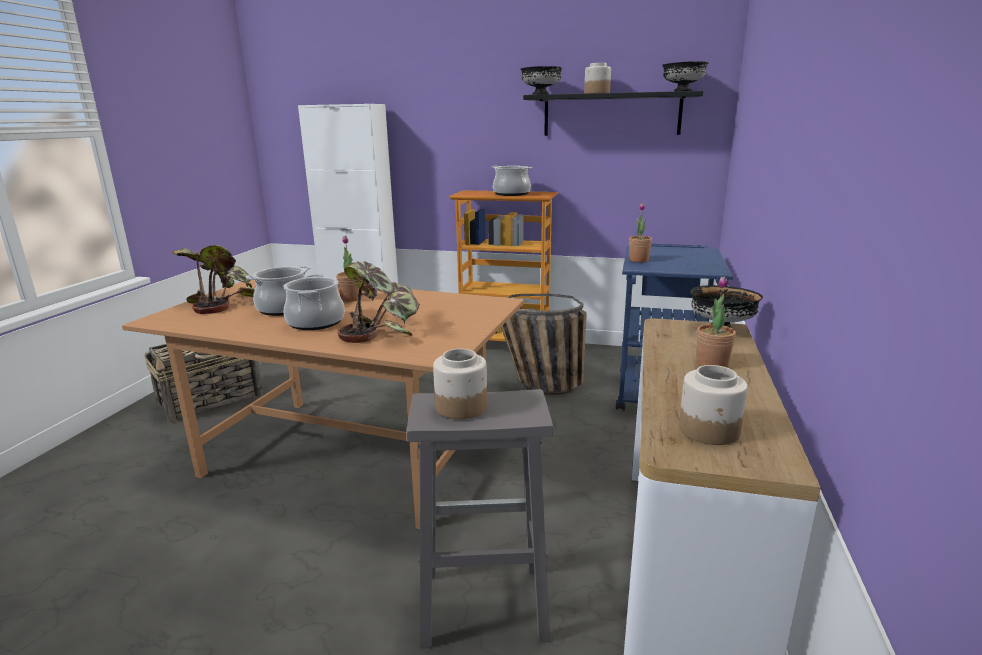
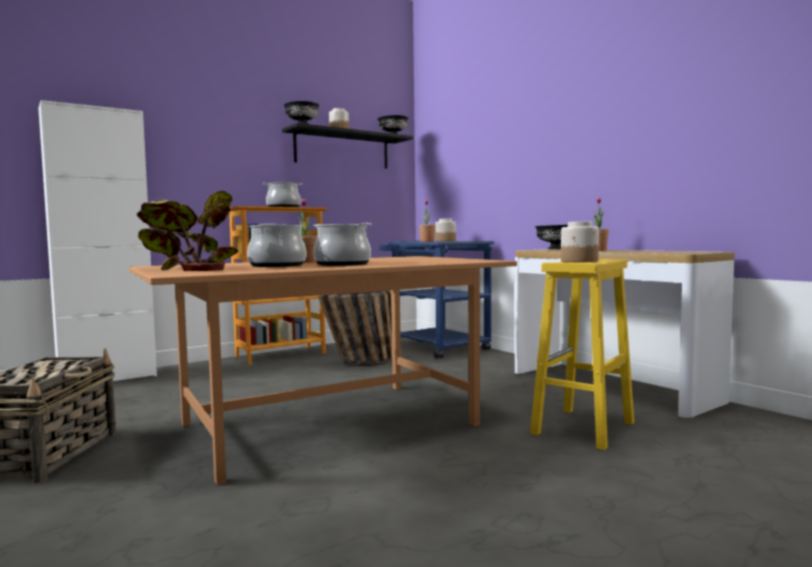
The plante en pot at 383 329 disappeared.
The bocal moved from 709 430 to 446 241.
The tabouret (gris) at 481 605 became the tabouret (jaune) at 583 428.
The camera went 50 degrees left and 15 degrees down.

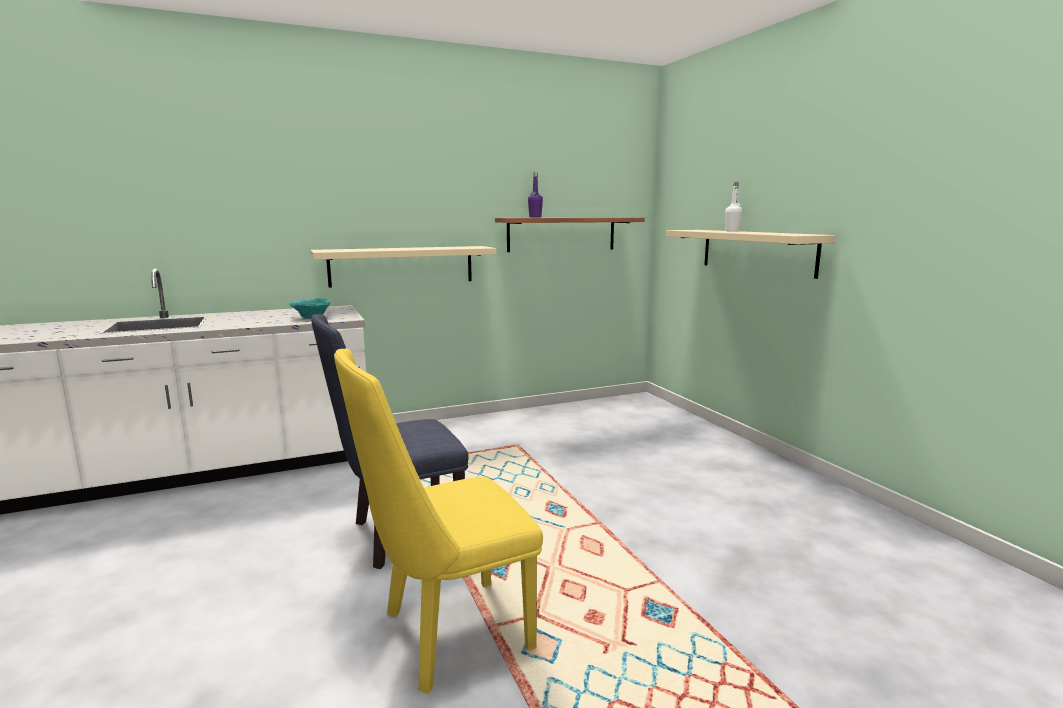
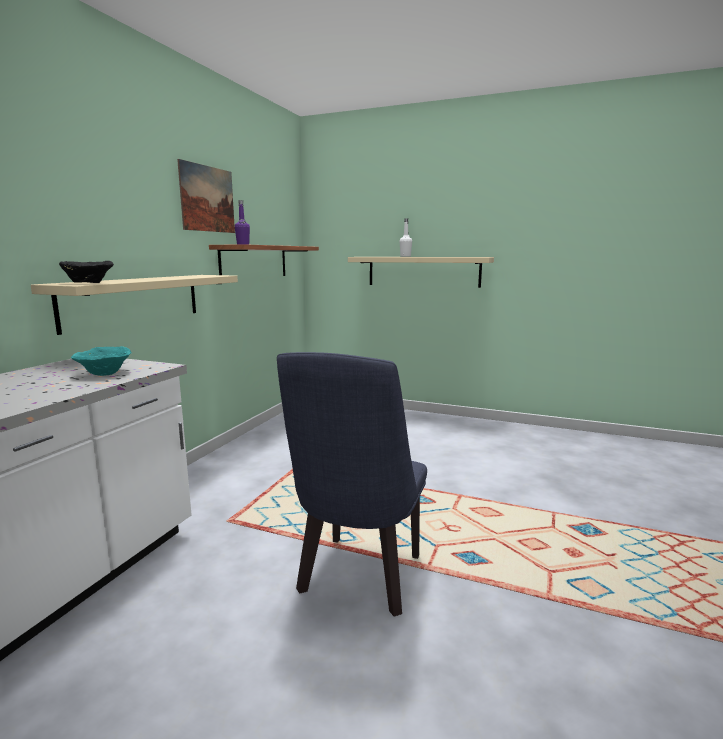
The chaise (jaune) at 444 635 disappeared.
The bol (noir) at 89 283 appeared.
The tableau at 207 199 appeared.
The camera went 45 degrees left and 0 degrees up.

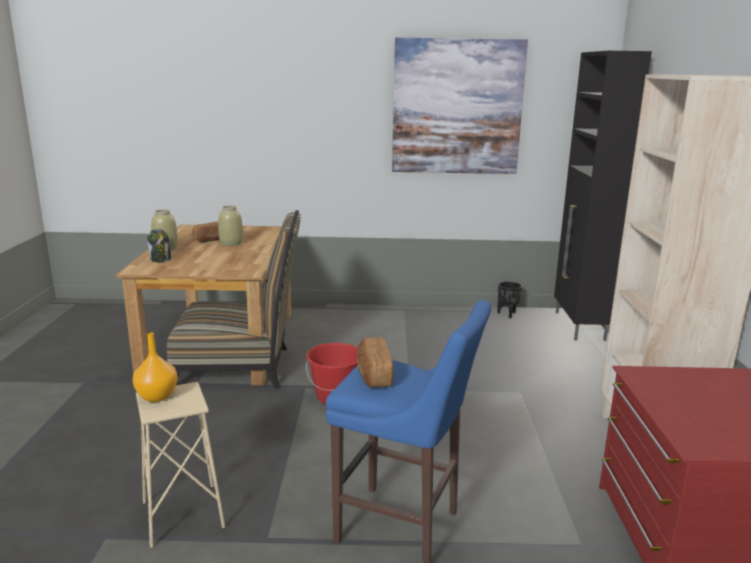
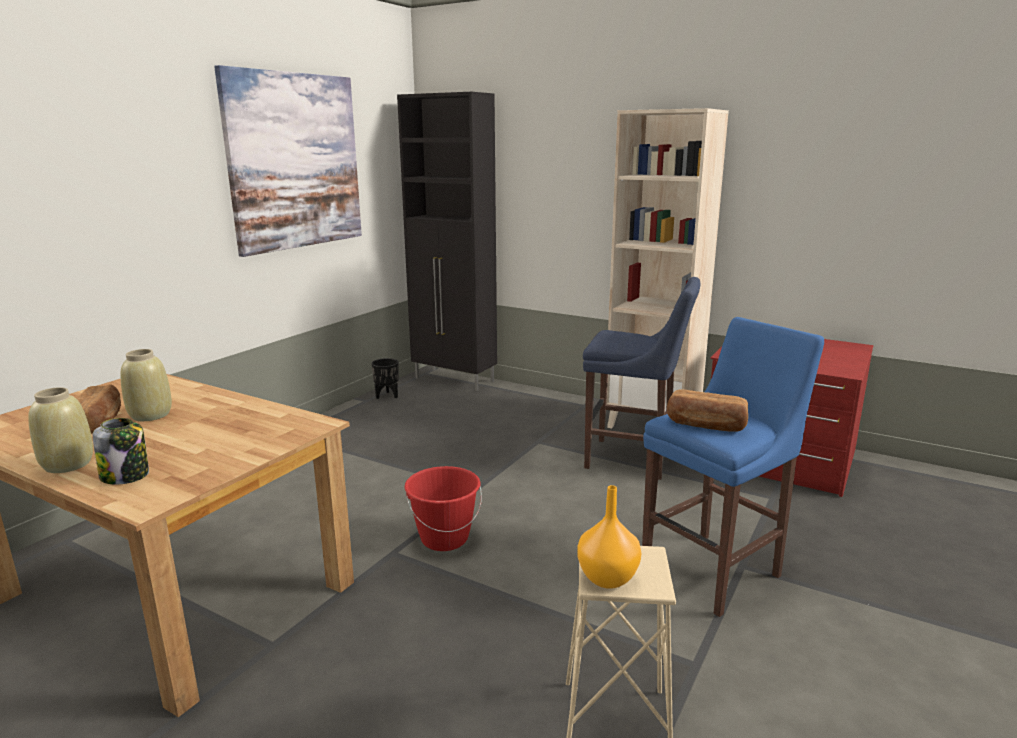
The chaise at 241 367 disappeared.
The tabouret (bleu) at 633 459 appeared.
The camera went 60 degrees left and 0 degrees up.

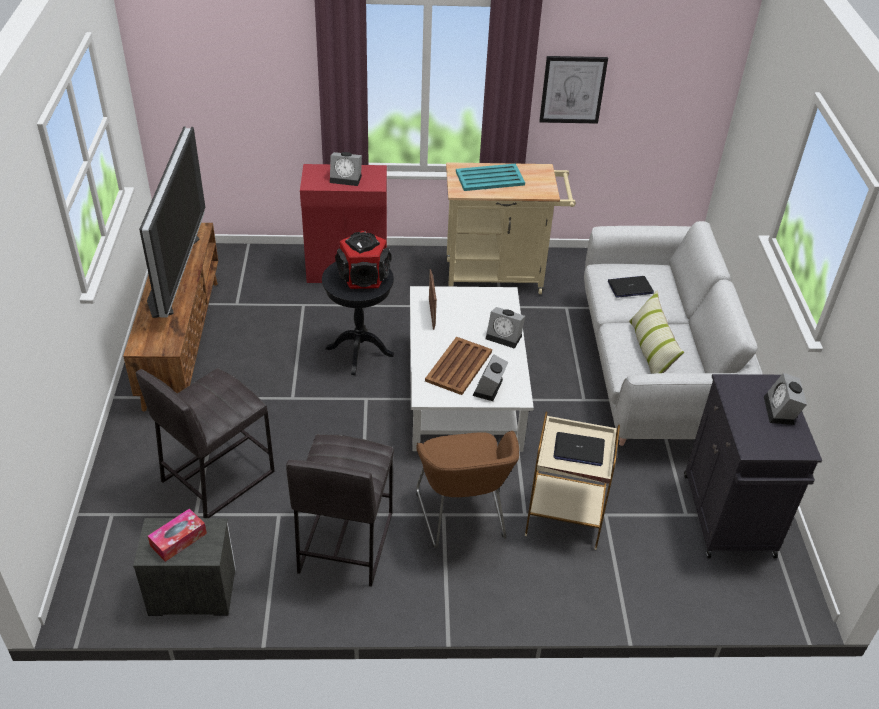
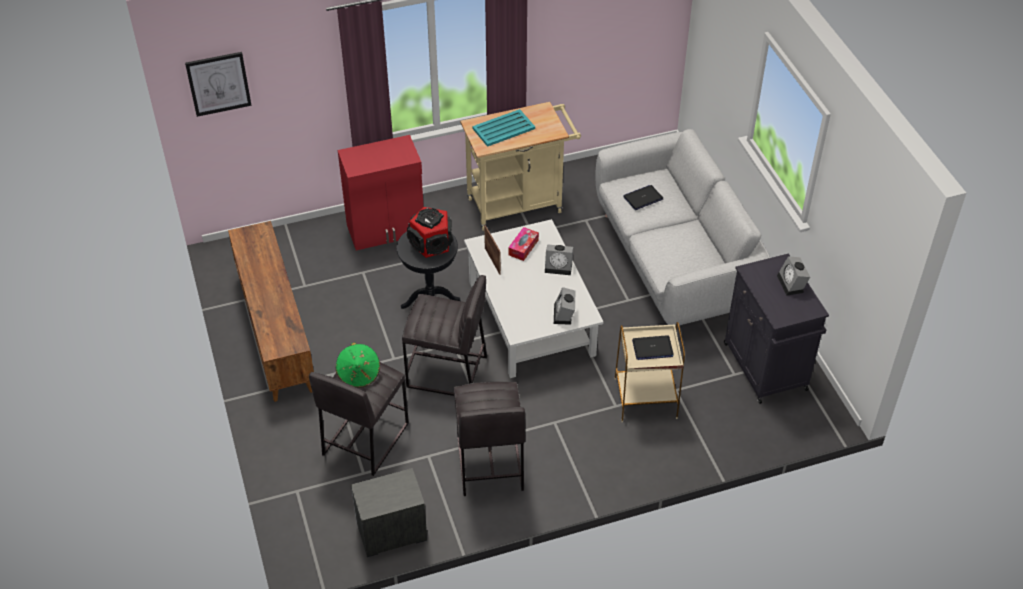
The téléviseur at 175 273 disappeared.
The réveil at 347 178 disappeared.
The fauteuil (marron) at 462 518 disappeared.
The plateau (marron) at 459 366 disappeared.
The coussin at 650 350 disappeared.
The chapeau (vert) at 359 374 appeared.
The tabouret (gris) at 447 372 appeared.
The boîte à mouchoirs moved from 178 539 to 523 247.
The tableau moved from 572 89 to 218 83.
The camera went 15 degrees left and 5 degrees up.

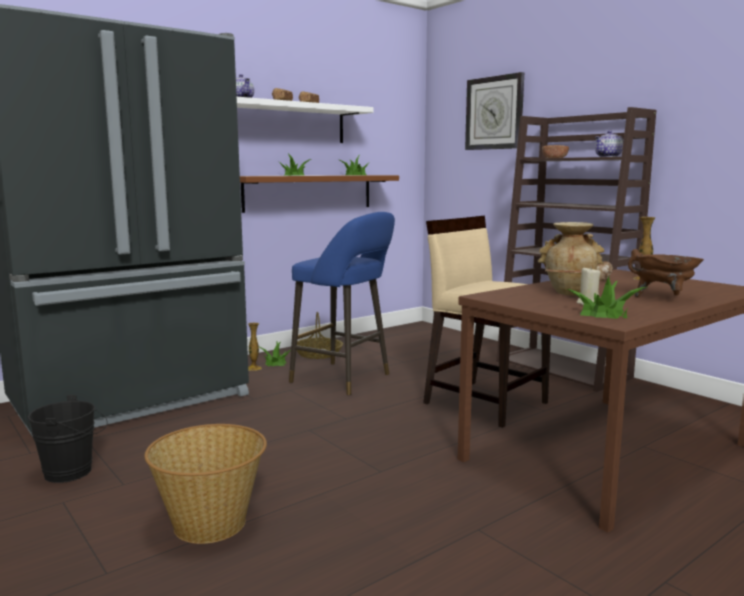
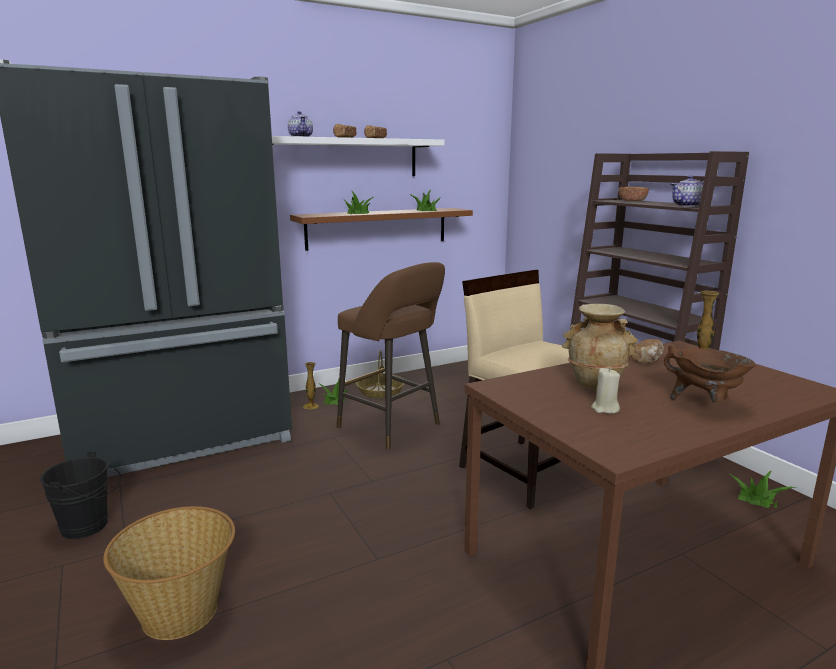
The horloge murale at 494 113 disappeared.
The plante en pot moved from 603 314 to 757 498.
The tabouret (bleu) at 345 379 became the tabouret (marron) at 393 427.
The camera went 10 degrees right and 5 degrees up.

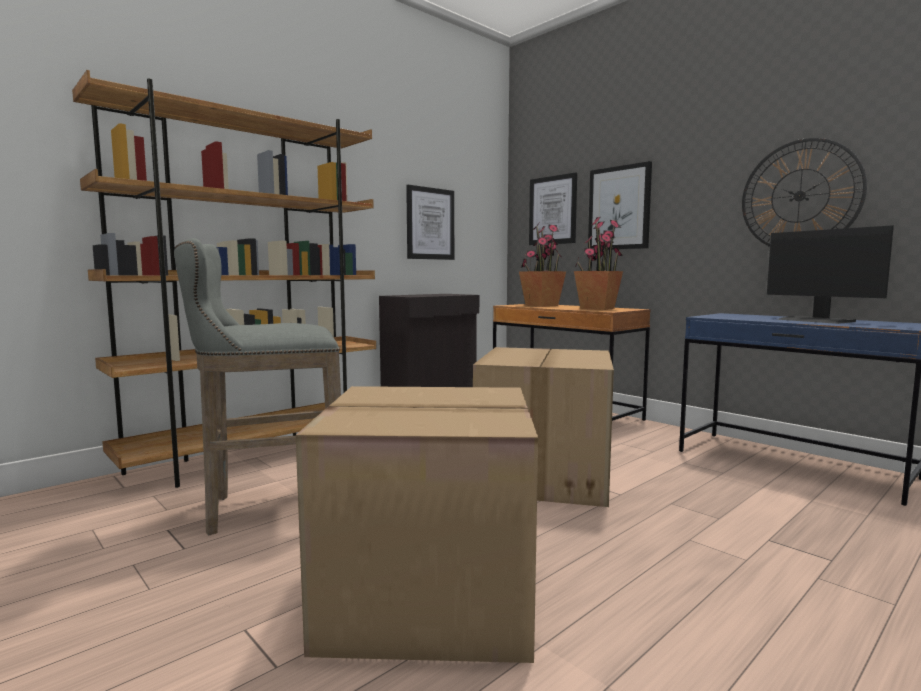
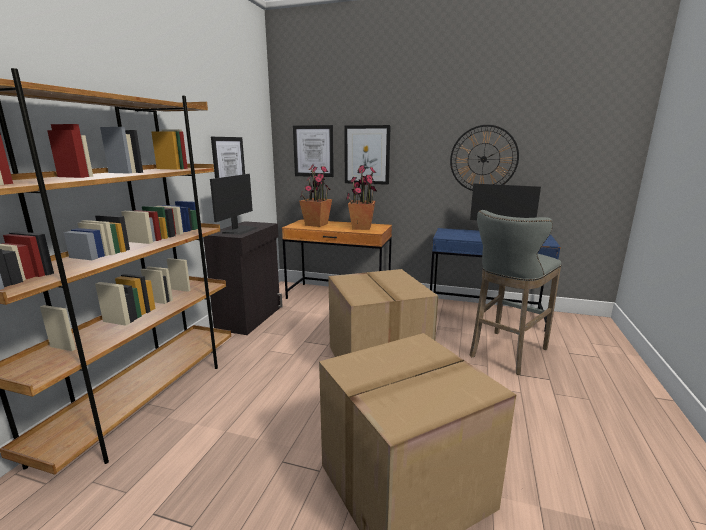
The écran d'ordinateur at 240 230 appeared.
The tabouret (gris) moved from 271 508 to 506 354.
The camera went 30 degrees left and 10 degrees up.

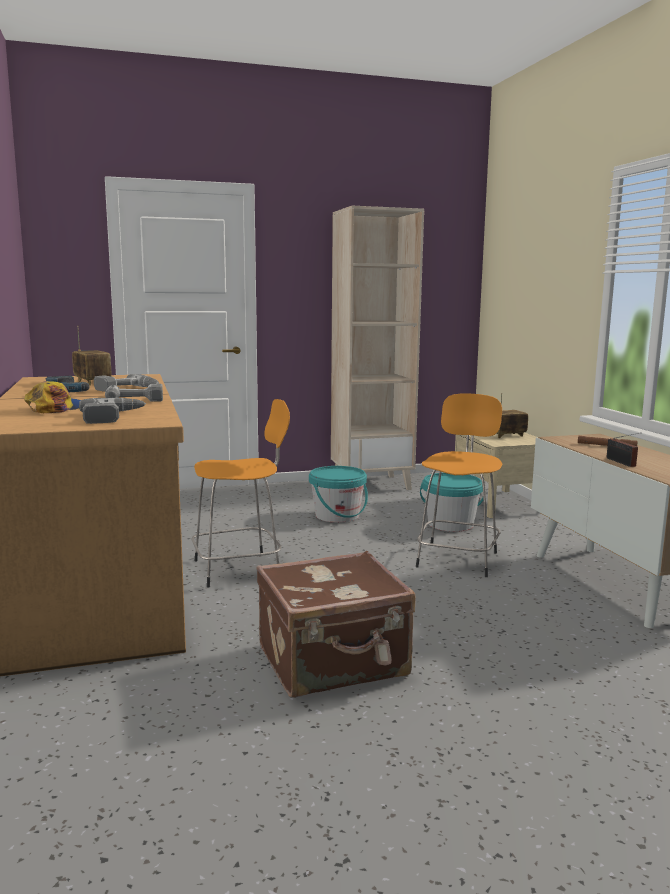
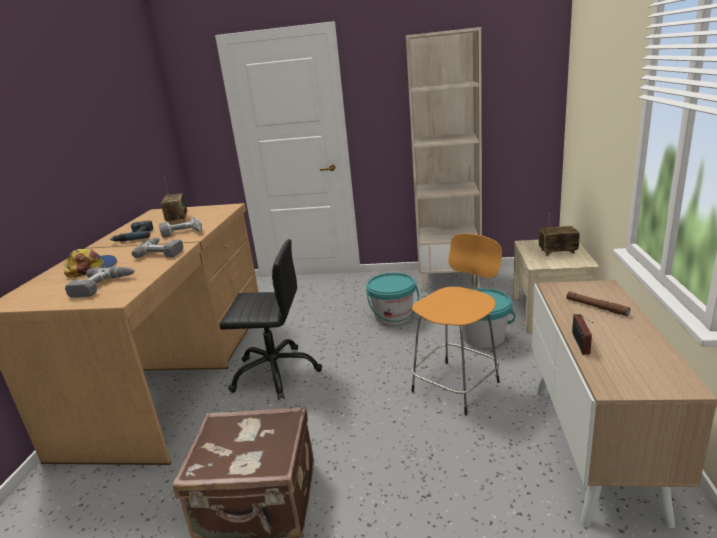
The tabouret (orange) at 240 568 was replaced by the chaise de bureau (noir) at 275 372.
The camera went 25 degrees right and 10 degrees up.

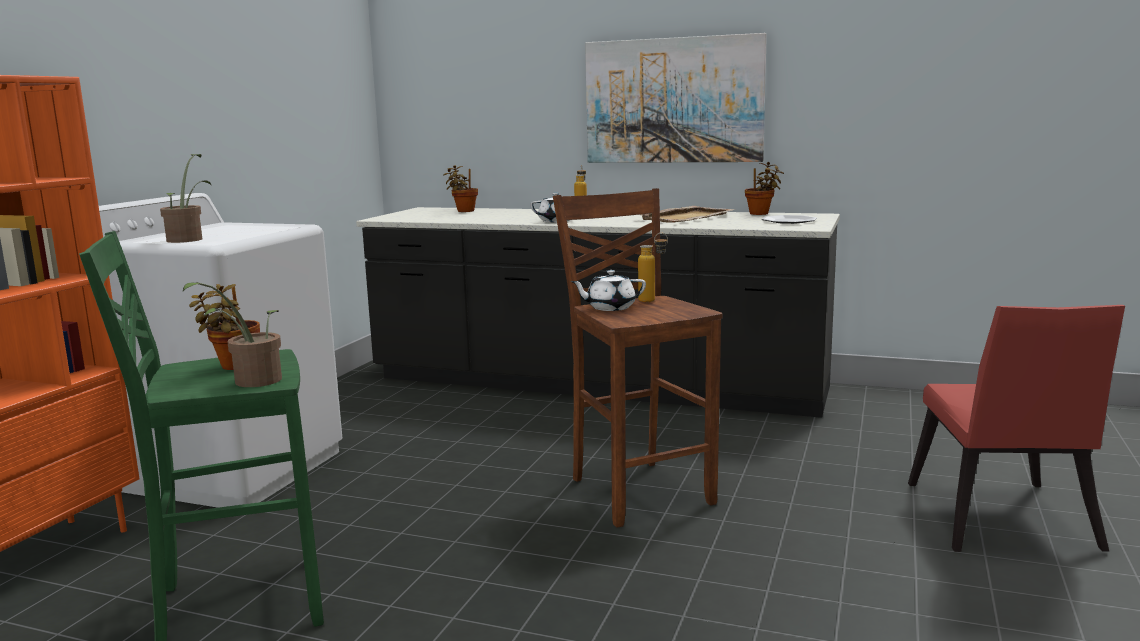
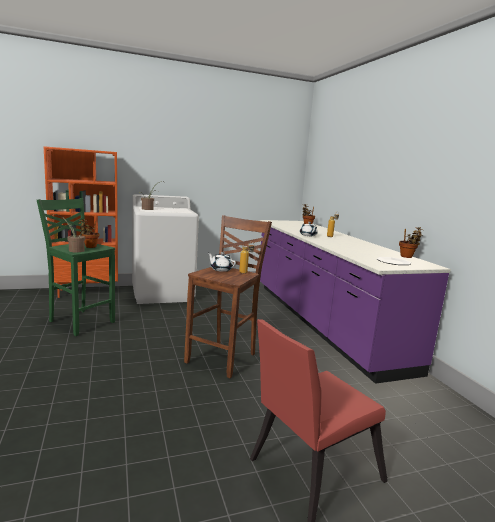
The tableau at 673 101 disappeared.
The plateau (beige) at 686 217 disappeared.
The comptoir de cuisine (noir) at 595 385 became the comptoir de cuisine (violet) at 320 321.
The camera went 50 degrees right and 0 degrees up.

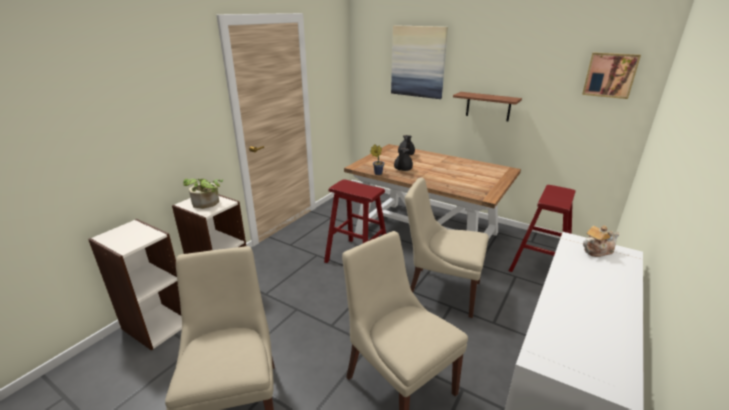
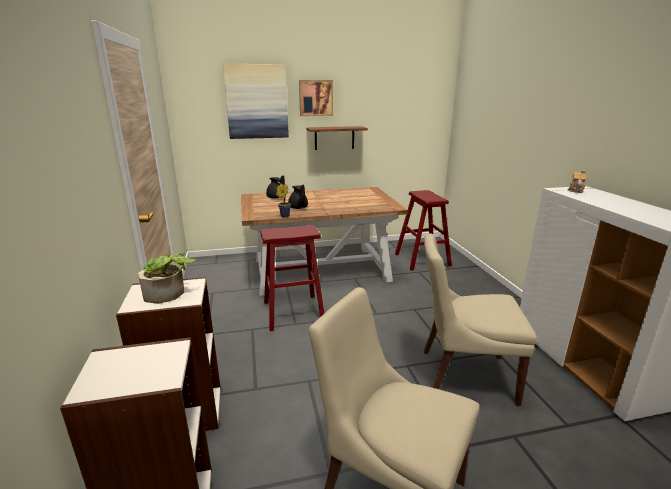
The chaise (beige) at 440 290 disappeared.
The tableau moved from 610 75 to 316 98.
The camera went 45 degrees left and 5 degrees down.

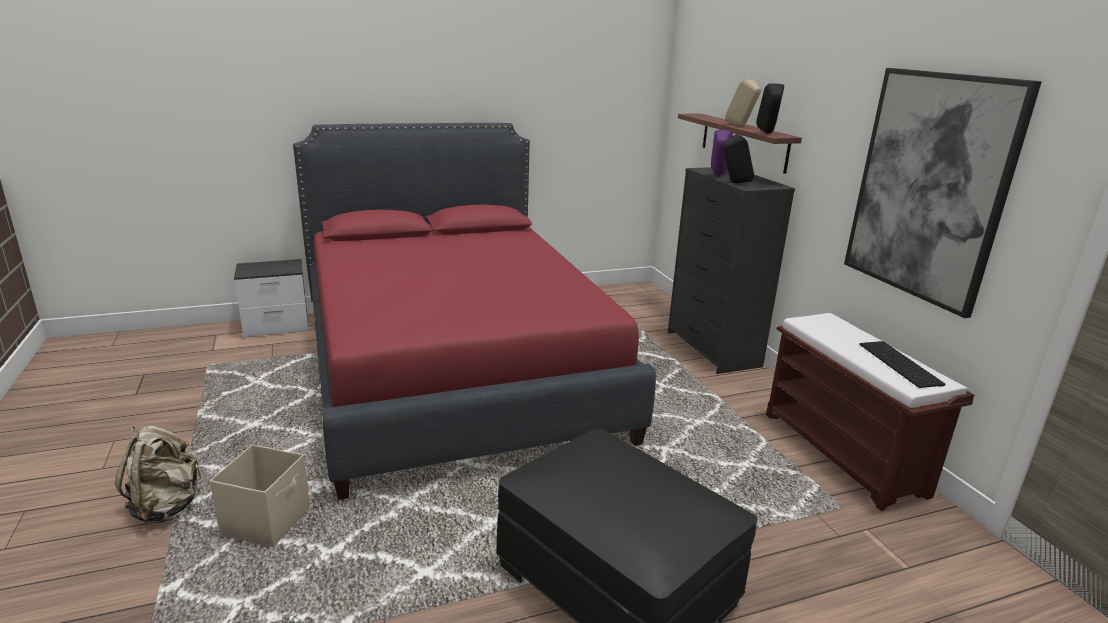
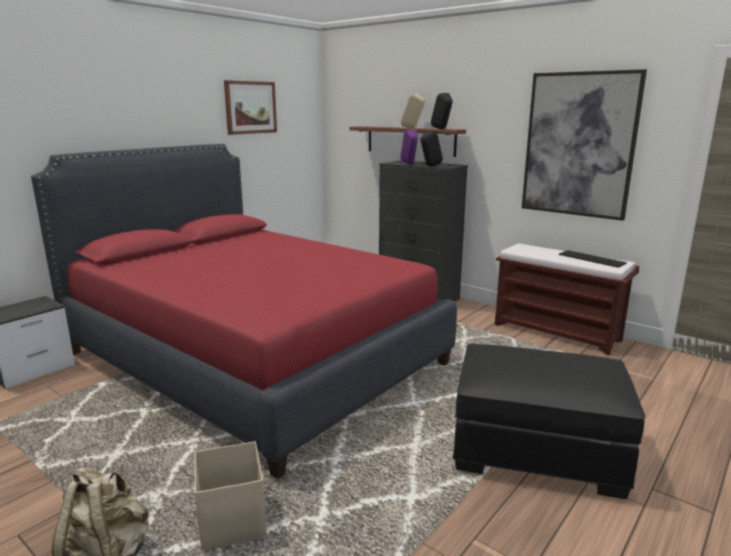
The tableau at 250 107 appeared.
The camera went 30 degrees left and 5 degrees down.

